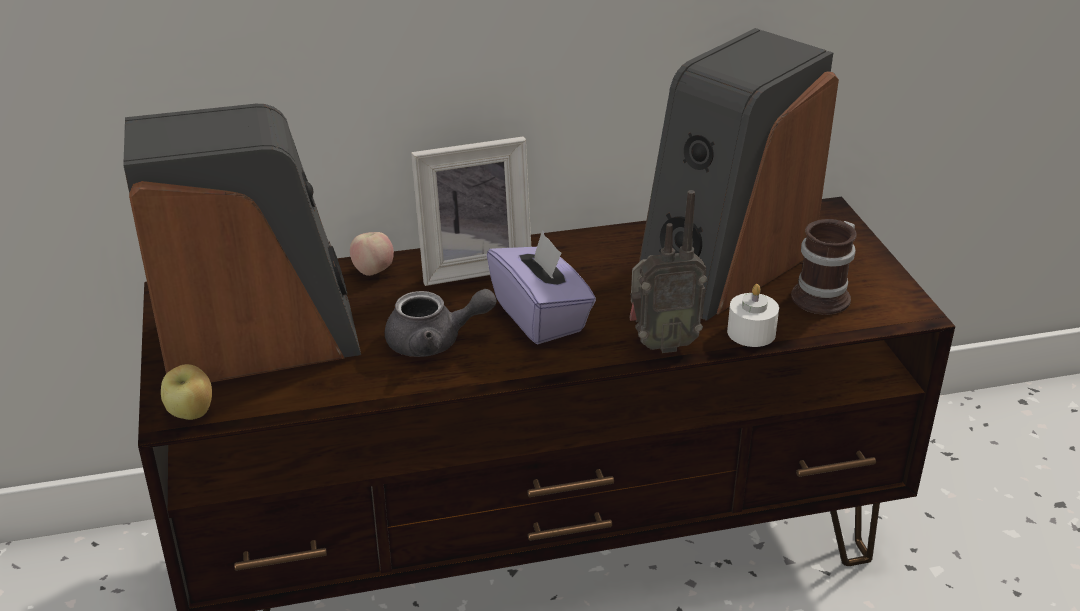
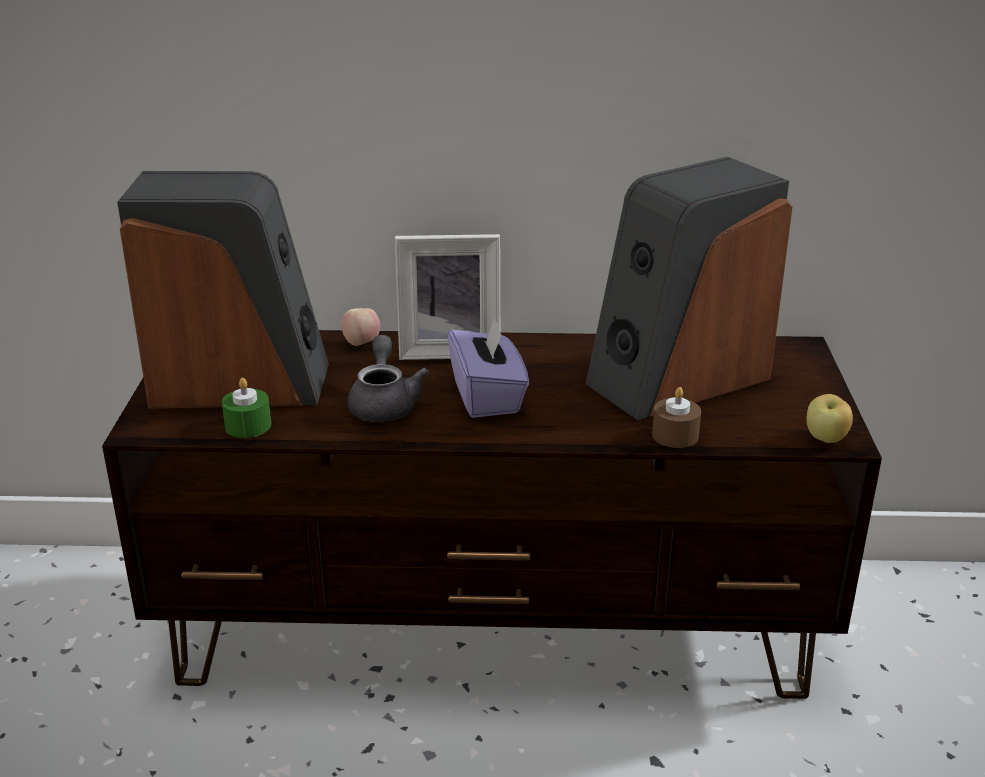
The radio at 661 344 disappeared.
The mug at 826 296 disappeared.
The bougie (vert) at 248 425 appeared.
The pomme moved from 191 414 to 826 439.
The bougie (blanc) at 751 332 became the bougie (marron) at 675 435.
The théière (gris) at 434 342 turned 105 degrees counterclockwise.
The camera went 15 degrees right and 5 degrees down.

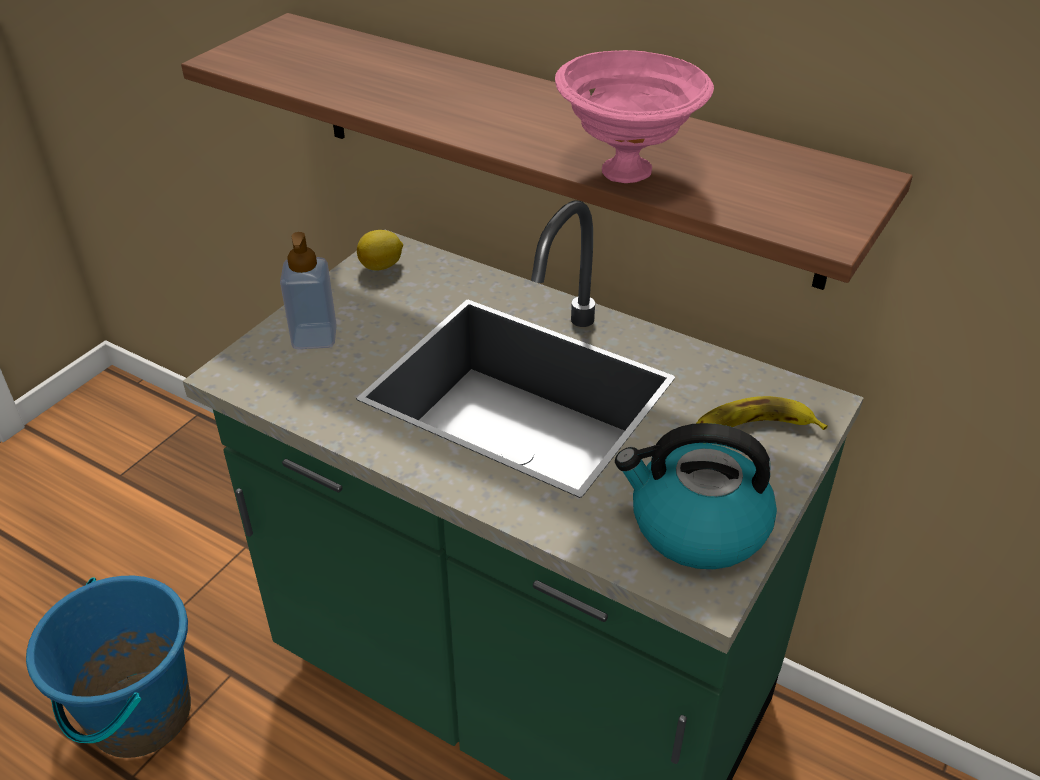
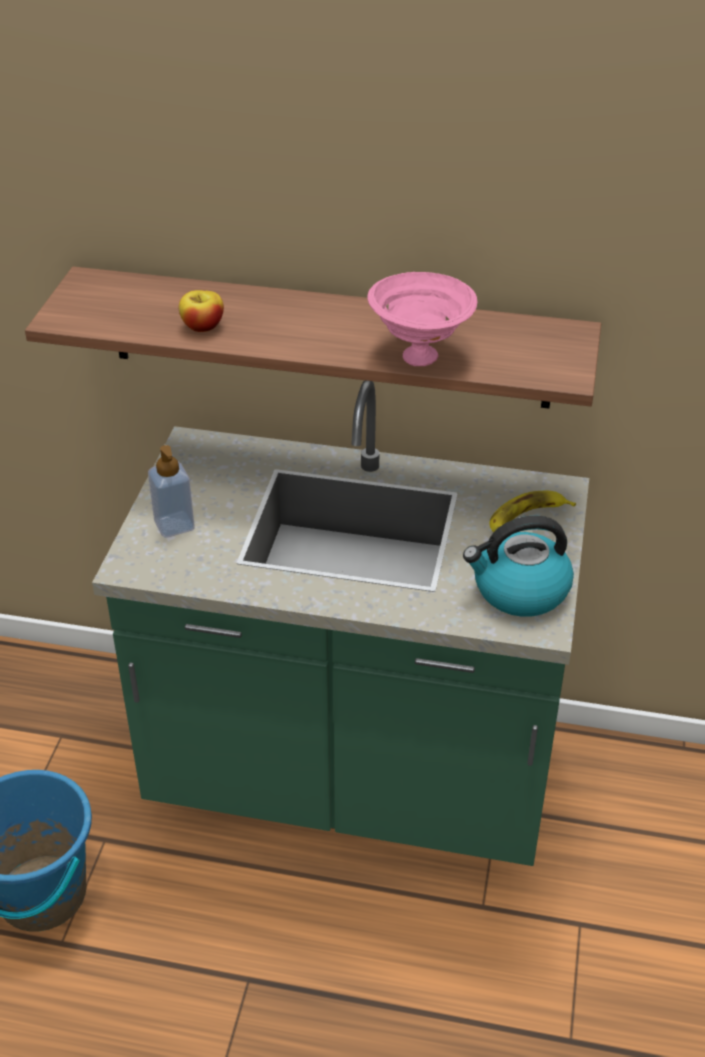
The citron at 382 266 disappeared.
The pomme at 202 326 appeared.
The camera went 20 degrees left and 0 degrees up.

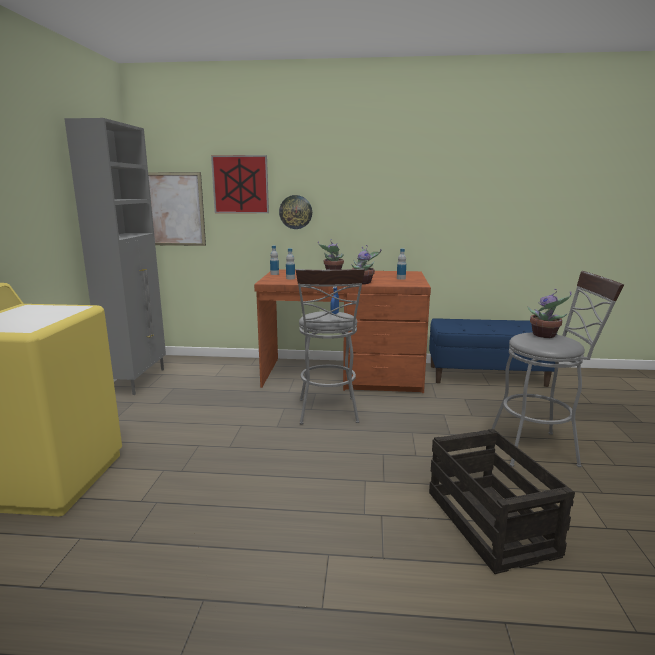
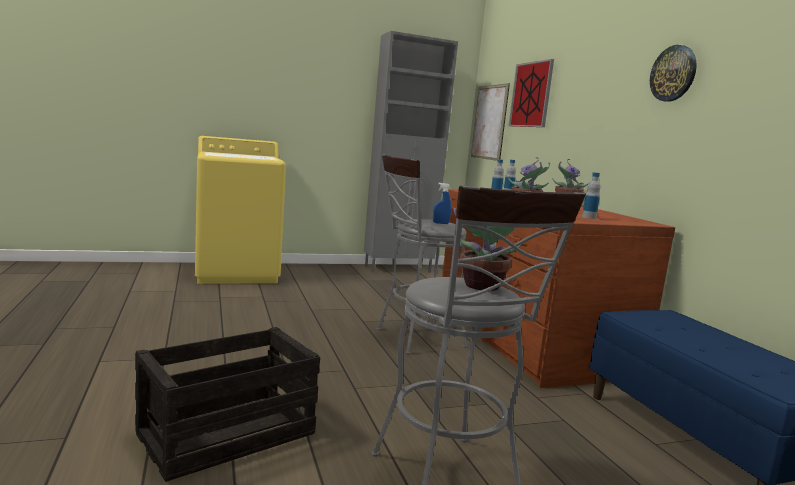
The horloge murale moved from 295 212 to 673 73.
The camera went 65 degrees right and 5 degrees down.

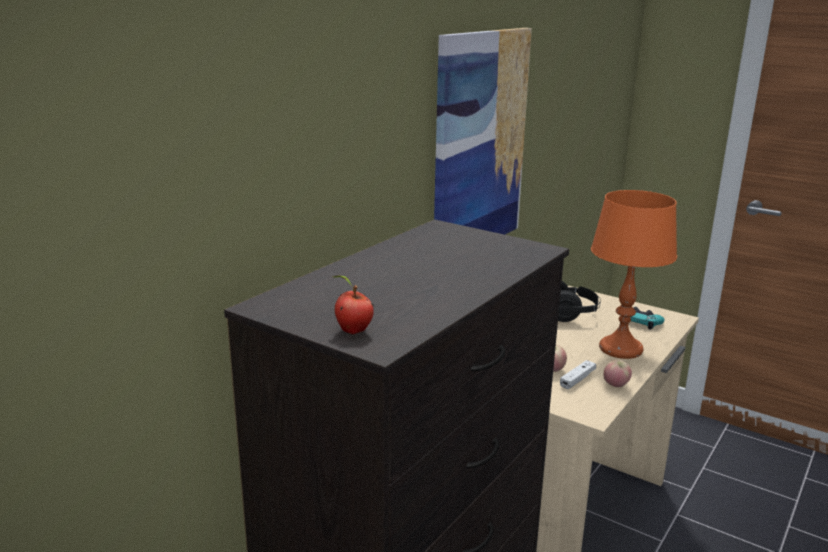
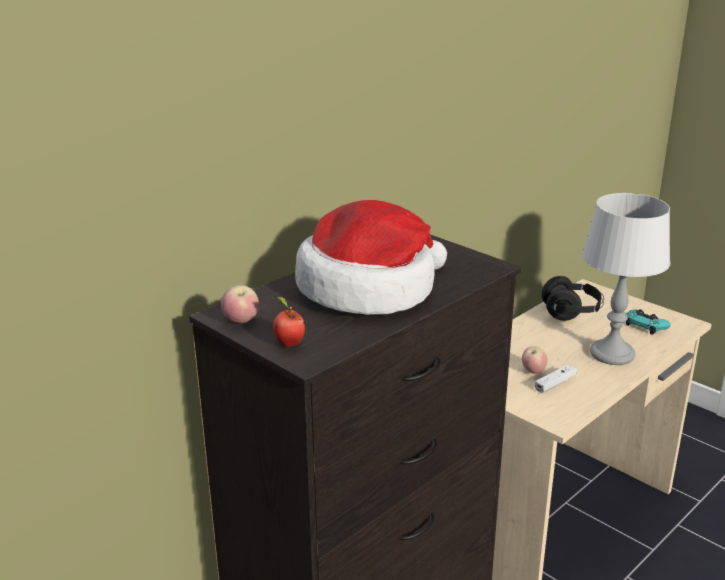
The tableau at 479 143 disappeared.
The chapeau at 369 288 appeared.
The pomme moved from 615 385 to 241 321.
The lampe de table (orange) at 620 349 became the lampe de table (gris) at 611 353.
The camera went 10 degrees right and 5 degrees up.

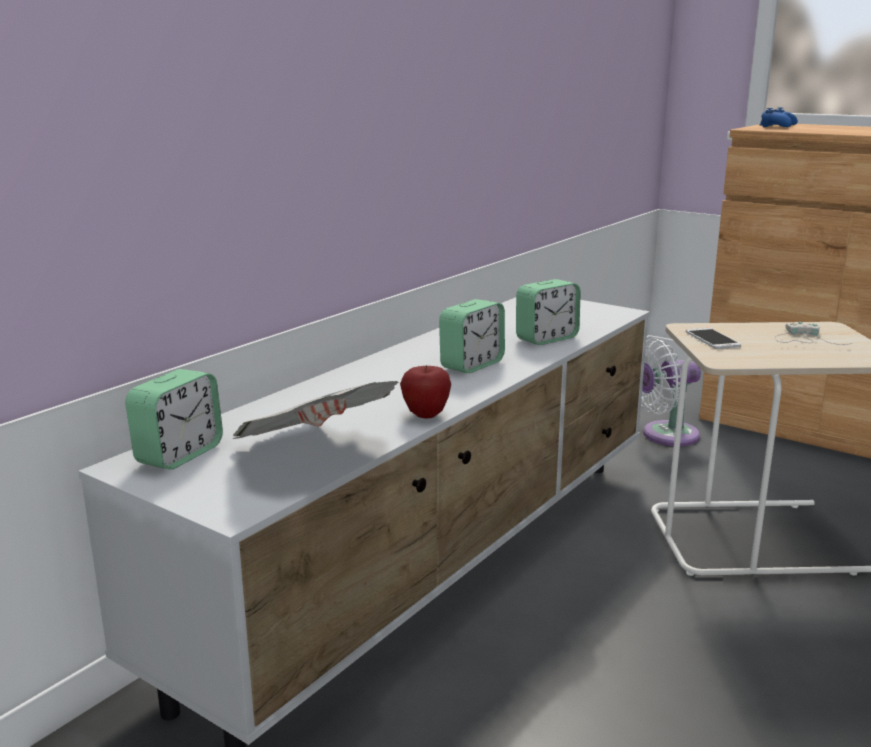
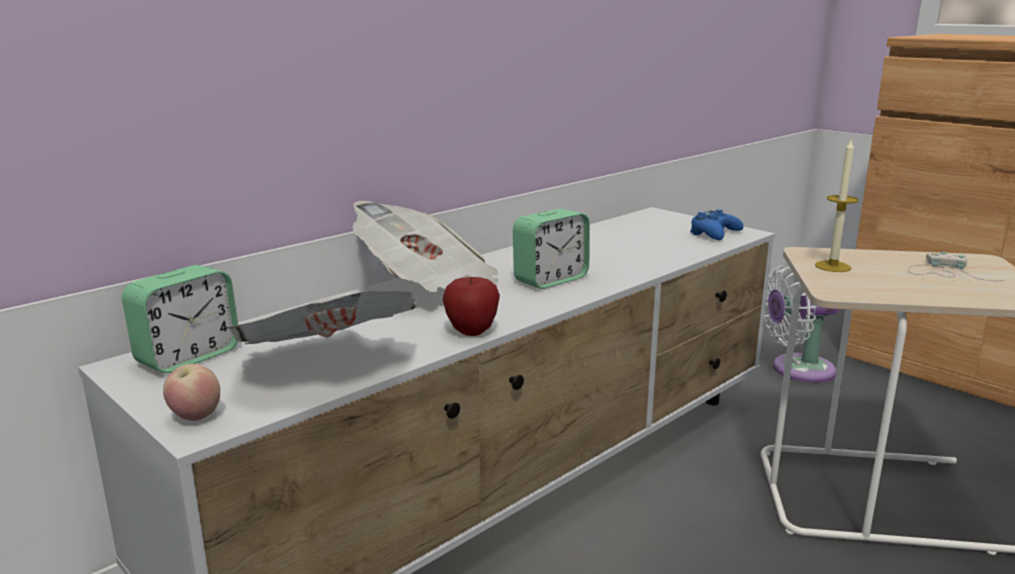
The réveil at 546 338 disappeared.
The pomme at 195 417 appeared.
The journal at 431 291 appeared.
The manette (bleu) moved from 777 126 to 714 234.
The téléphone at 712 339 was replaced by the bougie at 832 266.
The camera went 10 degrees right and 0 degrees up.

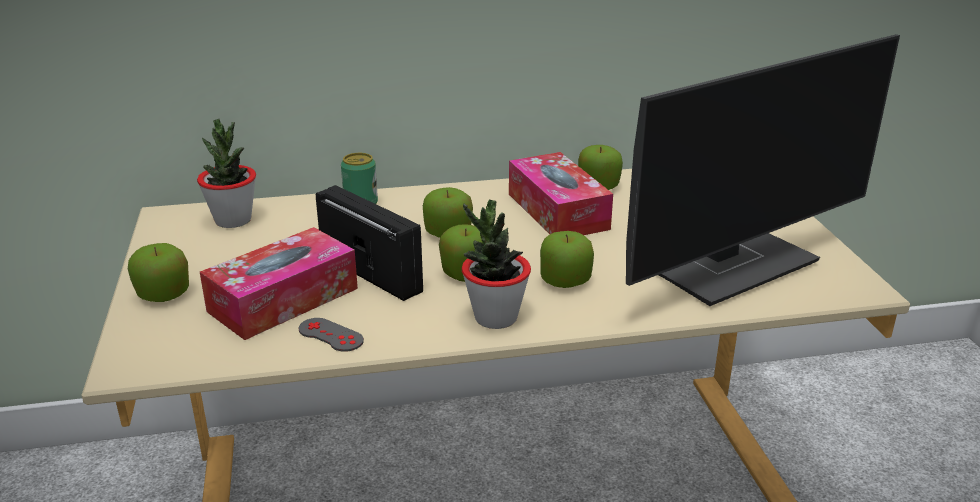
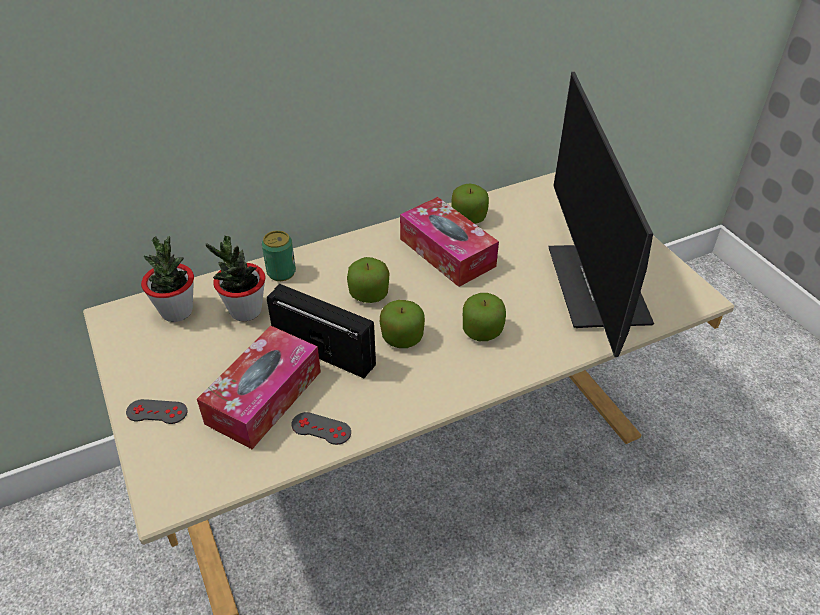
The plante en pot moved from 495 318 to 245 311.
The pomme at 163 294 was replaced by the manette (gris) at 157 412.
The écran d'ordinateur at 730 264 turned 135 degrees clockwise.
The camera went 15 degrees left and 15 degrees up.

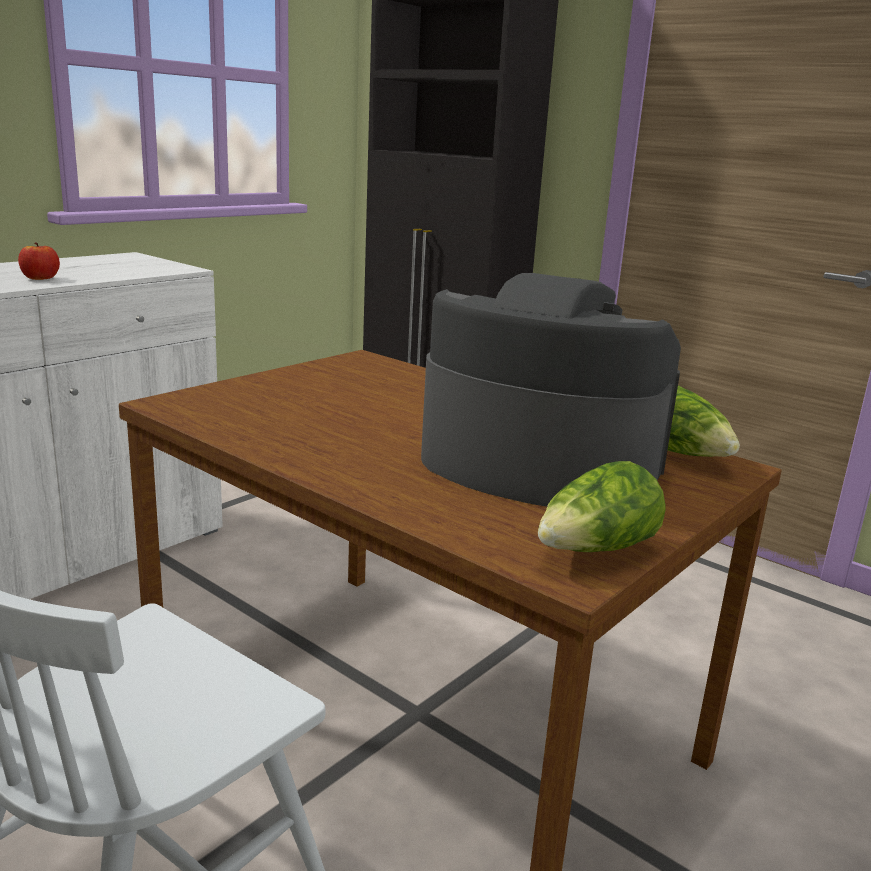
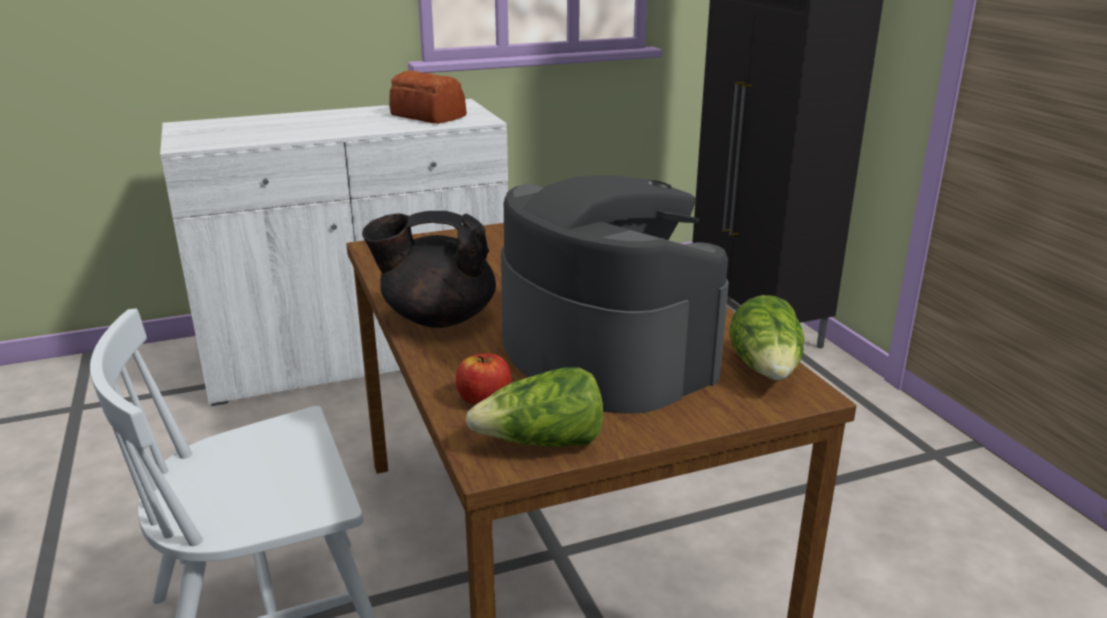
The théière (noir) at 437 318 appeared.
The pain at 428 116 appeared.
The pomme moved from 40 278 to 483 399.
The camera went 30 degrees right and 5 degrees up.

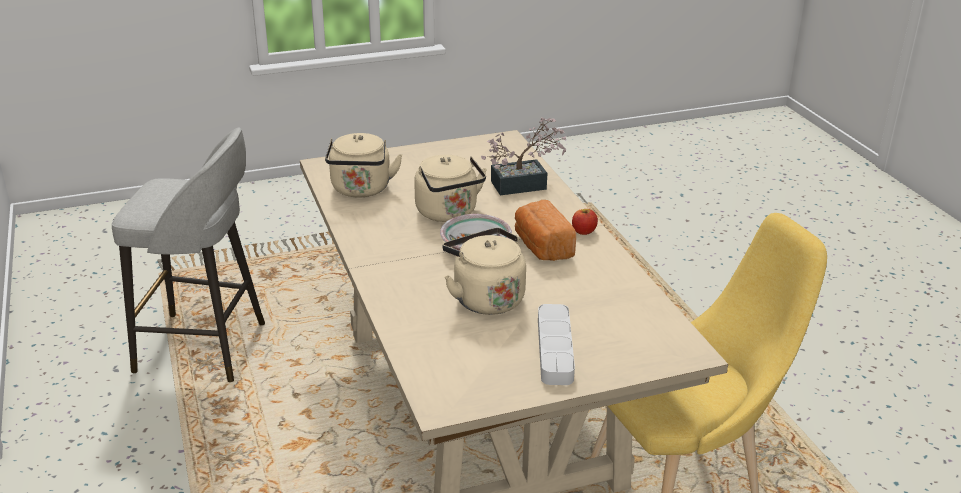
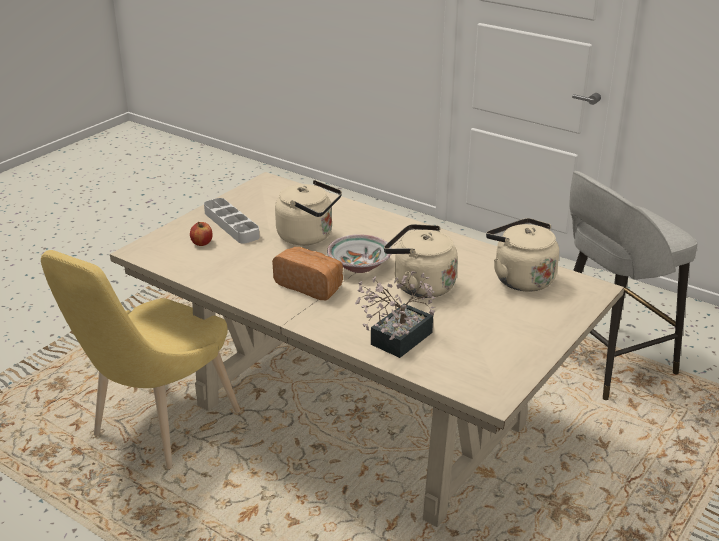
The pomme moved from 583 231 to 202 243.
The camera went 145 degrees right and 0 degrees up.

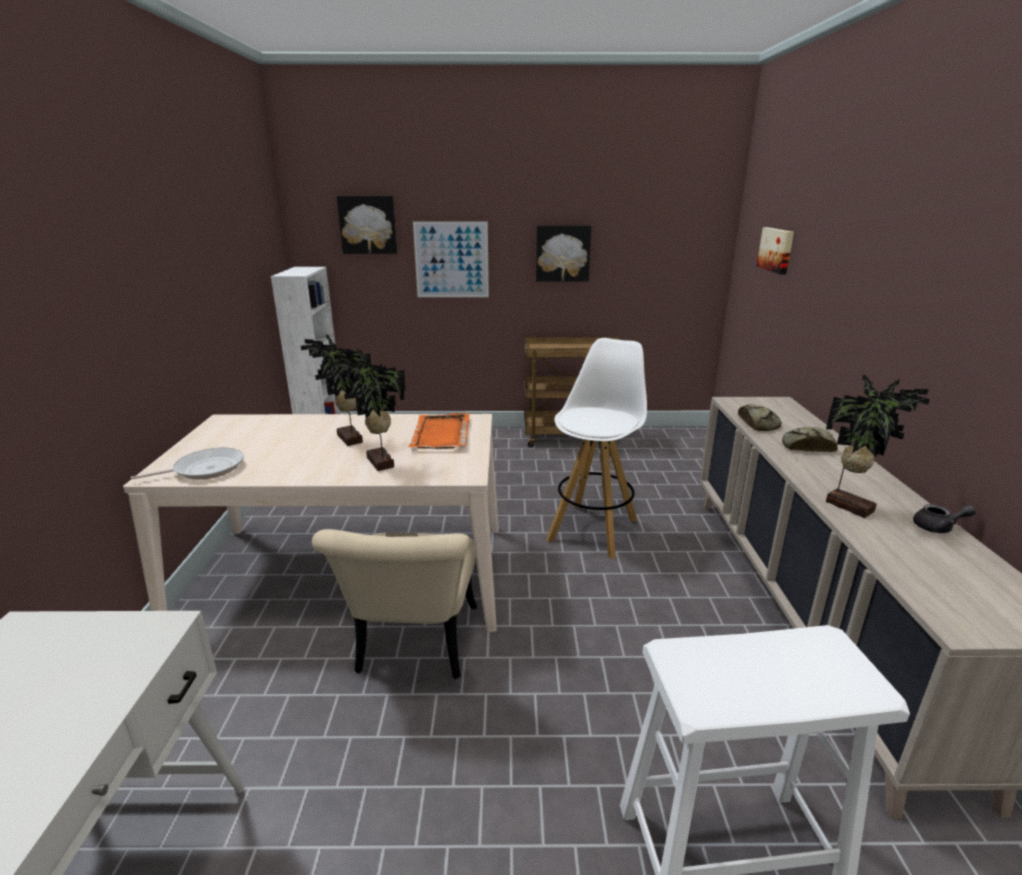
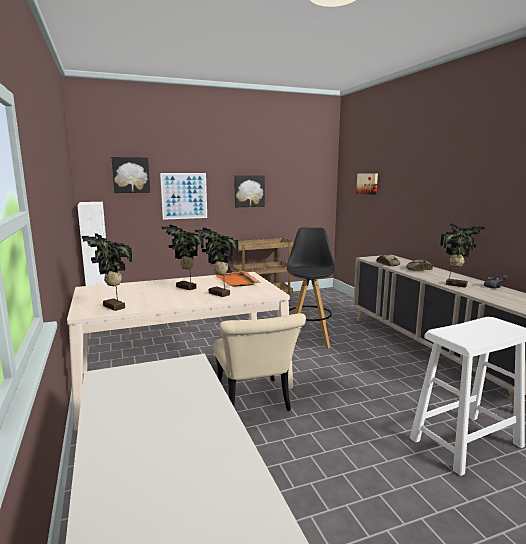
The poêle at 205 469 was replaced by the plante en pot at 113 307.
The tabouret (blanc) at 593 529 became the tabouret (noir) at 308 337.
The camera went 20 degrees left and 10 degrees down.

